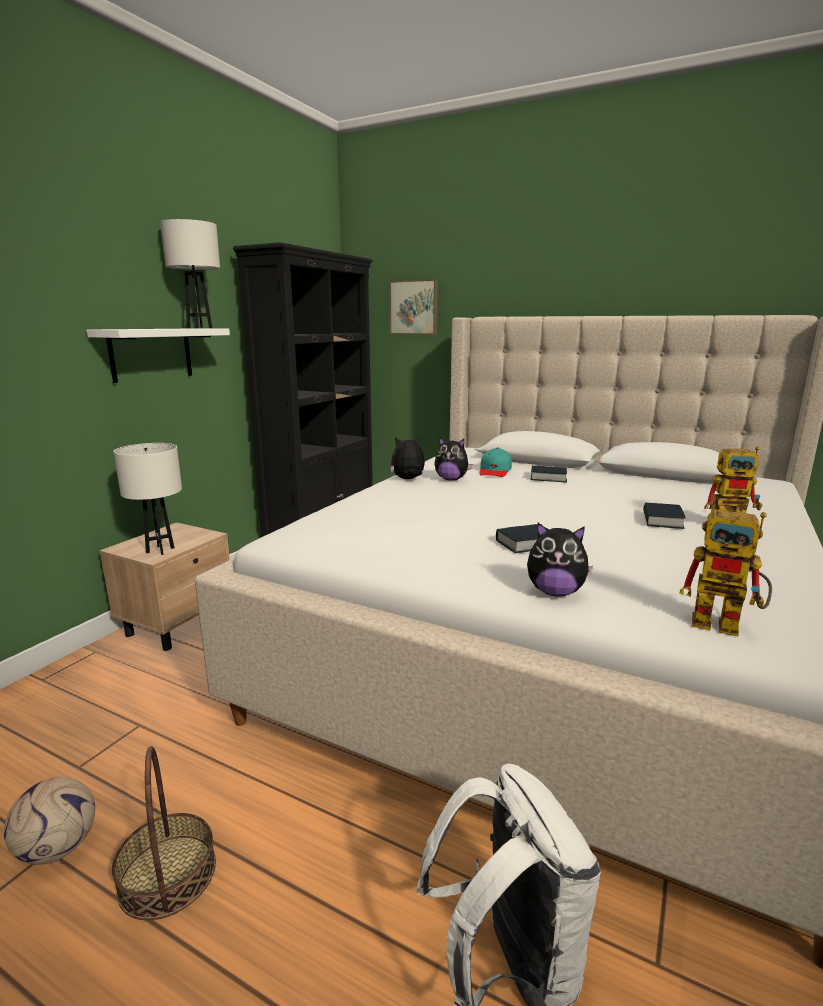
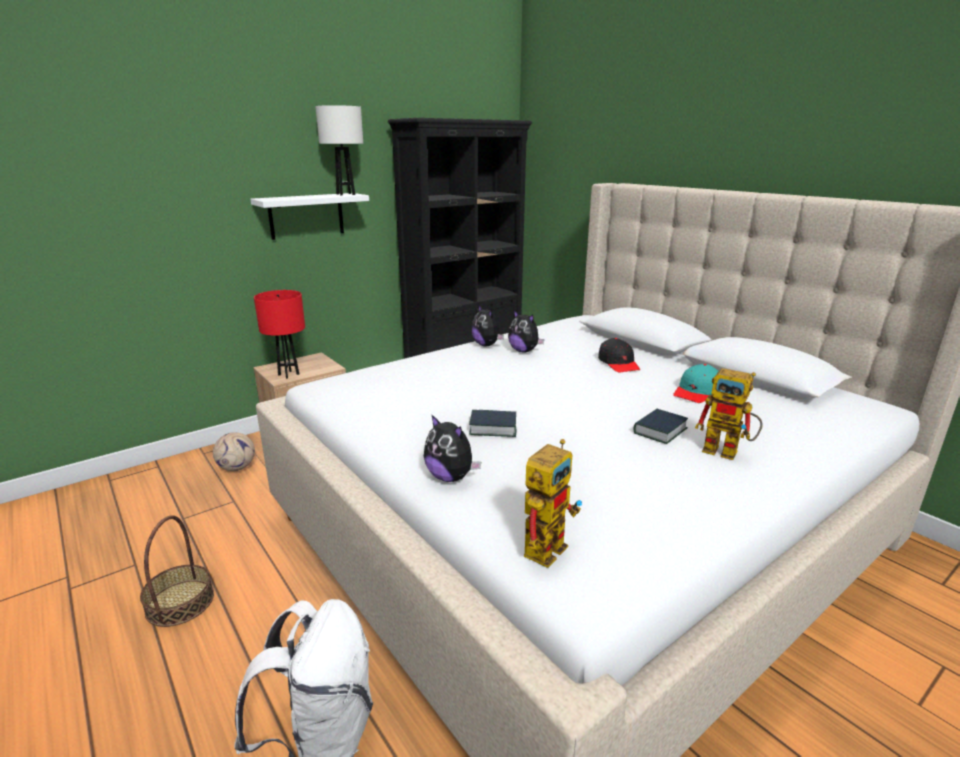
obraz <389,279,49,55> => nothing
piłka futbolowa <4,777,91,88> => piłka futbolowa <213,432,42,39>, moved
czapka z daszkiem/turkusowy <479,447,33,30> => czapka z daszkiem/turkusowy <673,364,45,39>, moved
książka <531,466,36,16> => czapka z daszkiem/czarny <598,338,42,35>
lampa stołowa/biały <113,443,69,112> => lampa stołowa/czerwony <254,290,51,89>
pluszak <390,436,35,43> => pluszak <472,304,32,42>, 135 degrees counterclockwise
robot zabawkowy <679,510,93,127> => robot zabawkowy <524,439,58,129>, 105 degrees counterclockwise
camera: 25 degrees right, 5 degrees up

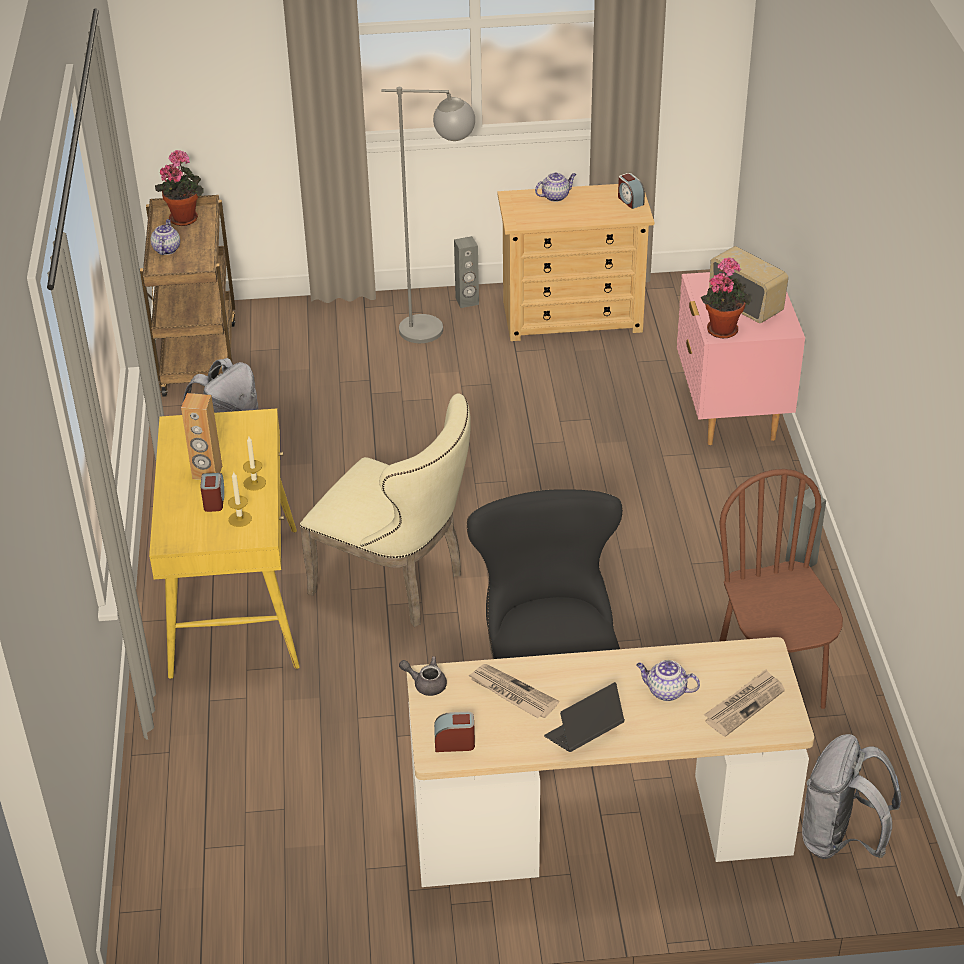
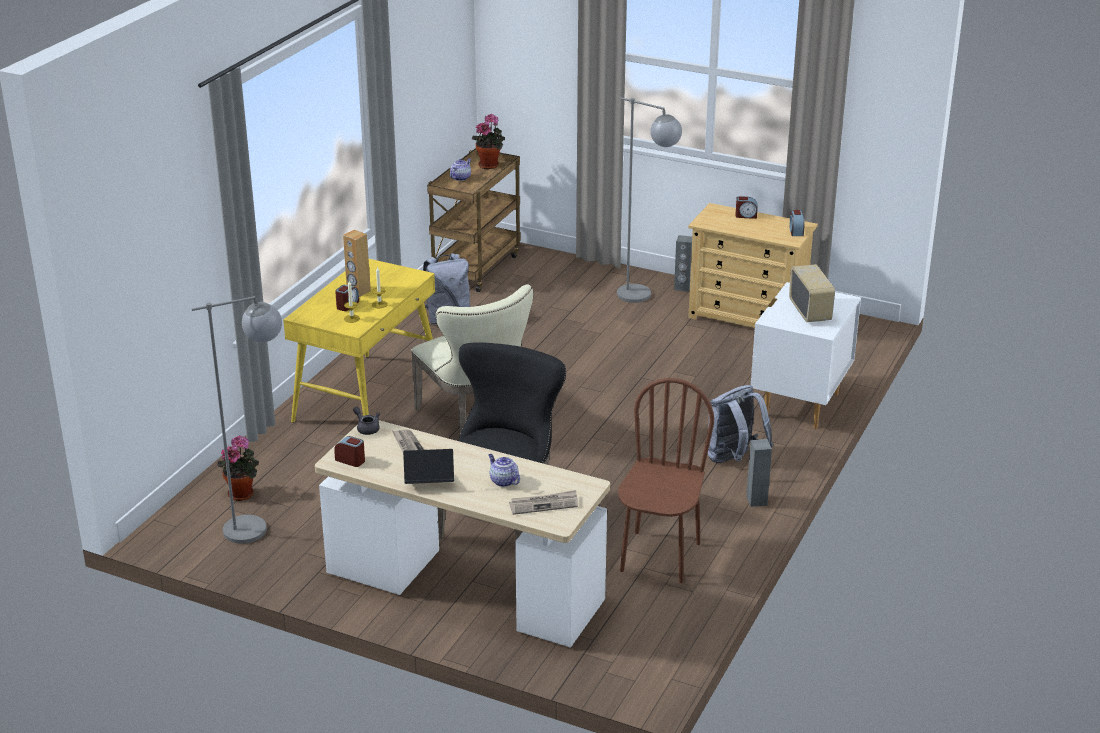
nothing => lampa stojąca/szary <192,296,90,248>
roślina doniczkowa <701,258,50,80> => roślina doniczkowa <217,435,42,66>, moved
plecak/szary <802,734,99,125> => plecak/szary <707,385,67,78>, moved
imbryk <535,173,41,29> => budzik <735,196,22,23>
szafka nocna/różowy <677,272,128,173> => szafka nocna/biały <751,282,110,147>
camera: 30 degrees right, 10 degrees down

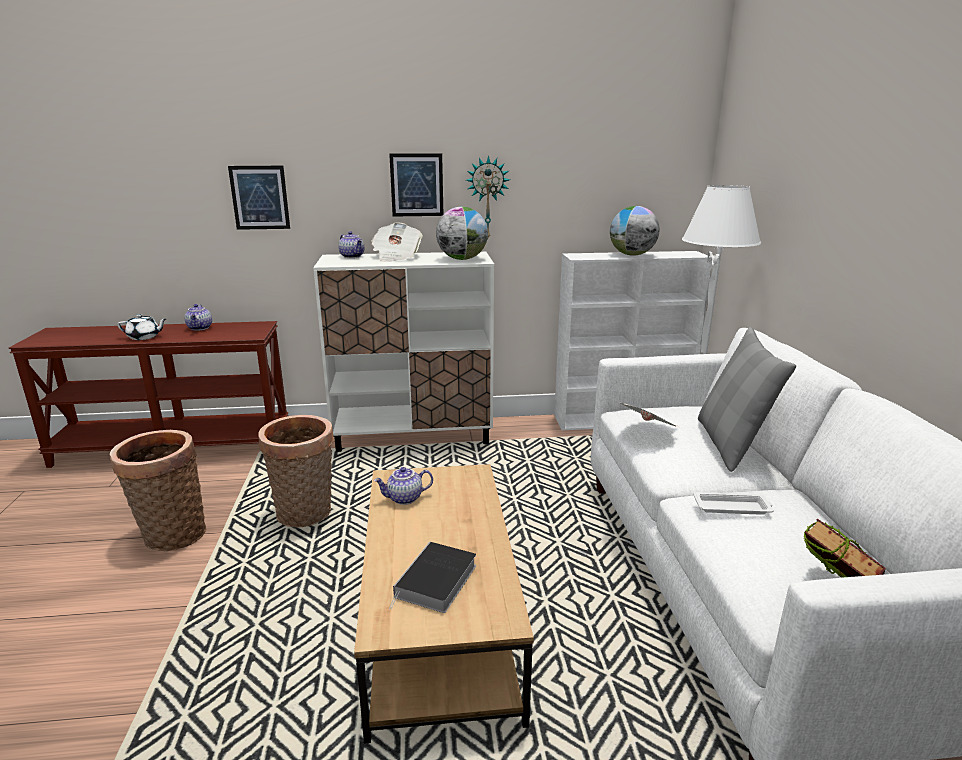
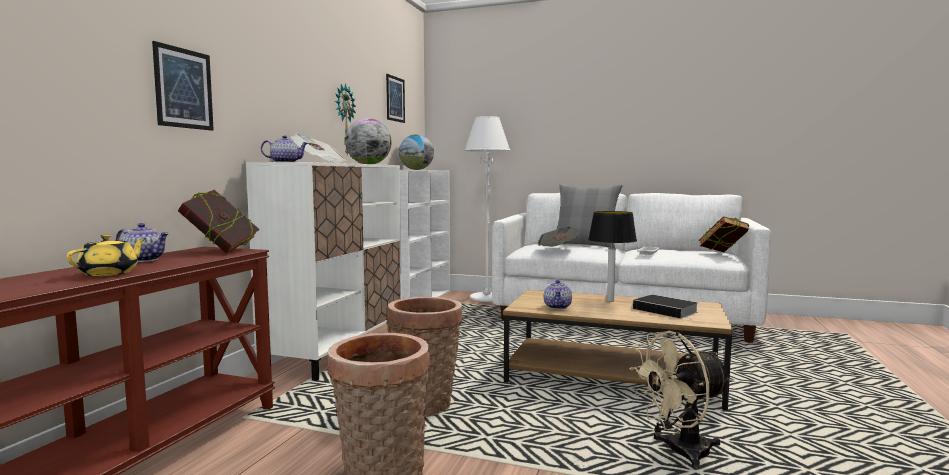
nothing => książka <178,190,82,64>
nothing => lampa stołowa <588,211,49,91>
nothing => wentylator/beżowy <629,331,103,137>
obraz <389,153,54,64> => obraz <386,74,19,49>, moved
imbryk/biały <117,314,49,26> => imbryk/żółty <66,234,80,42>
camera: 65 degrees left, 15 degrees down

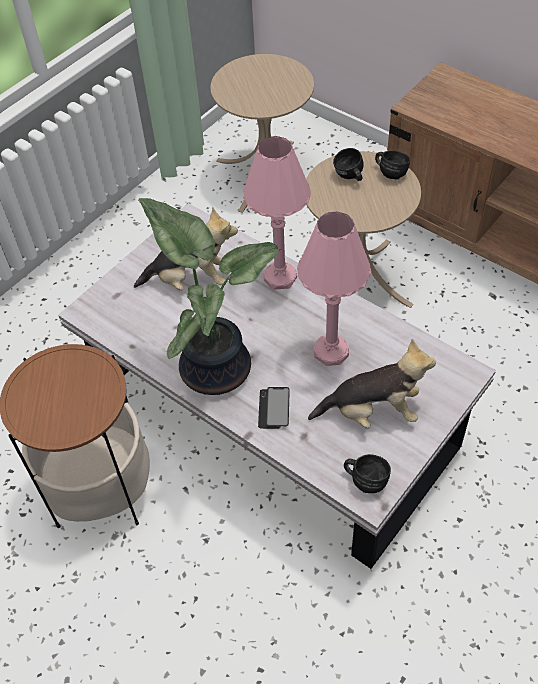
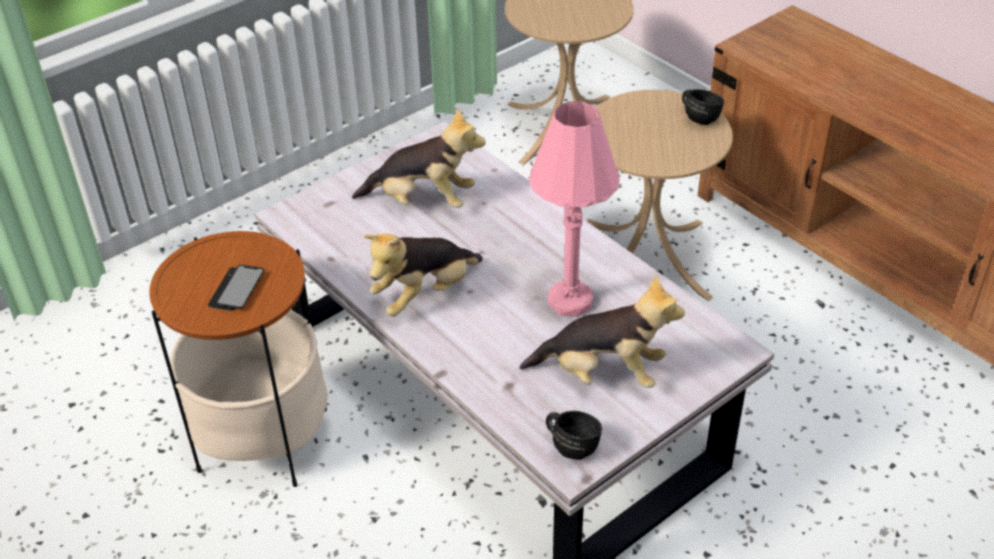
lampa stołowa/różowy <243,136,68,154> => nothing
kubek/czarny <333,148,31,33> => nothing
telefon <258,387,32,42> => telefon <208,265,57,46>, moved
roślina doniczkowa <138,198,143,197> => pluszak <364,233,119,83>
camera: 10 degrees right, 10 degrees down

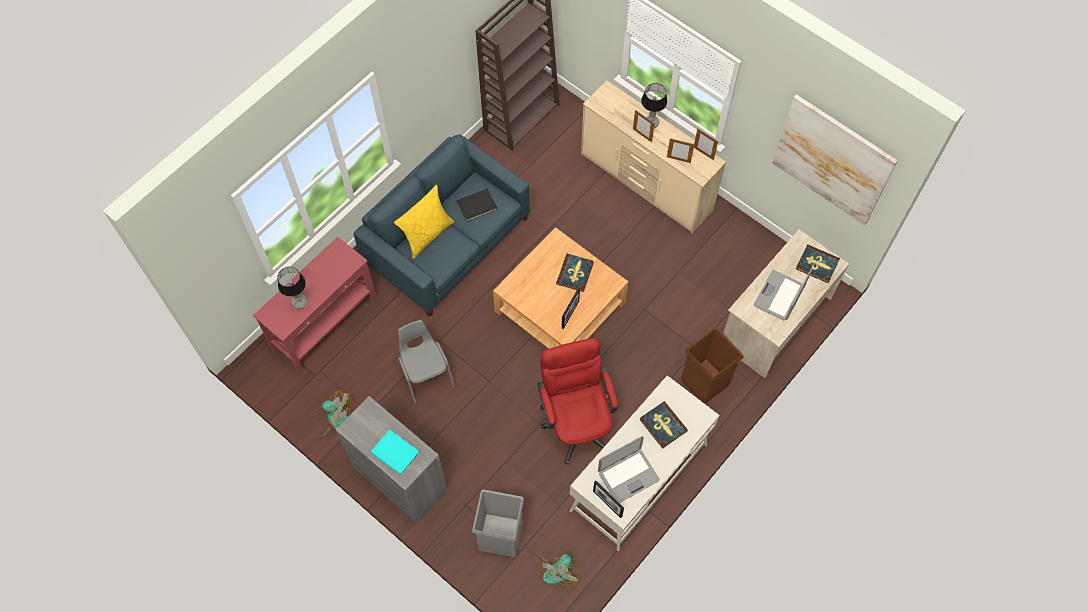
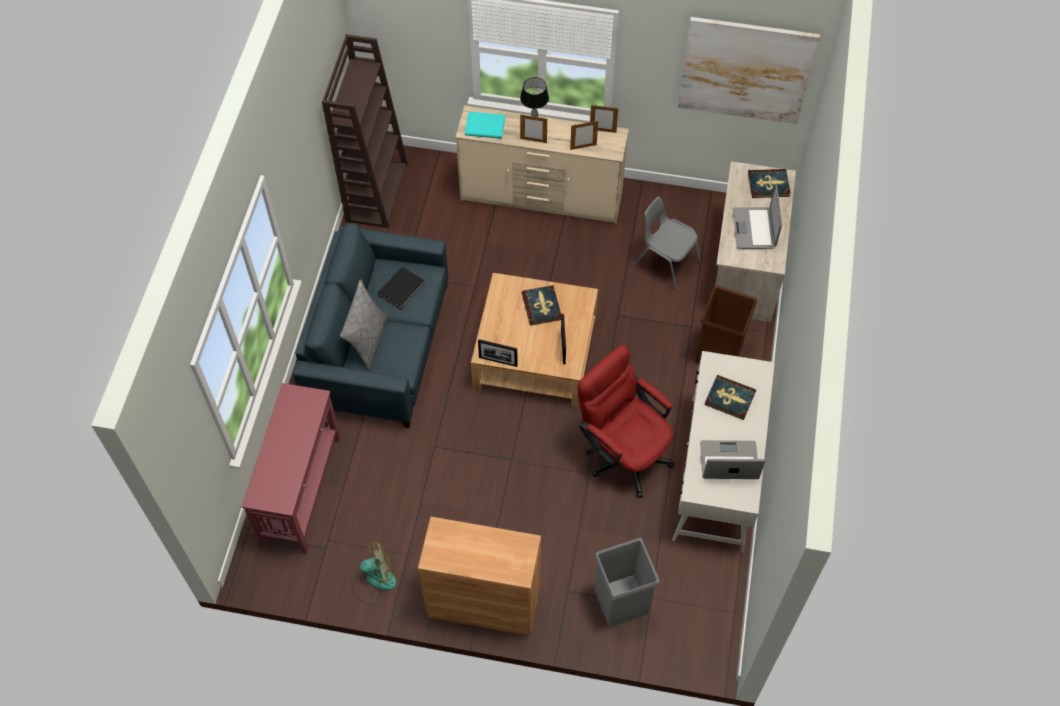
lampa stołowa <277,267,31,42> => nothing
wentylator <541,547,38,38> => nothing
książka/turkusowy <371,429,49,46> => książka/turkusowy <465,112,40,27>, moved
krzesło/szary <398,320,57,84> => krzesło/szary <634,196,67,95>, moved
ramka na zdjęcie <593,481,31,37> => ramka na zdjęcie <478,339,40,28>, moved
szafka/szary <336,396,112,127> => szafka/brązowy <418,517,123,119>
poduszka/żółty <394,185,60,74> => poduszka/szary <340,279,48,92>
laptop <598,436,62,67> => laptop <700,440,65,39>, 120 degrees counterclockwise
camera: 30 degrees left, 5 degrees down

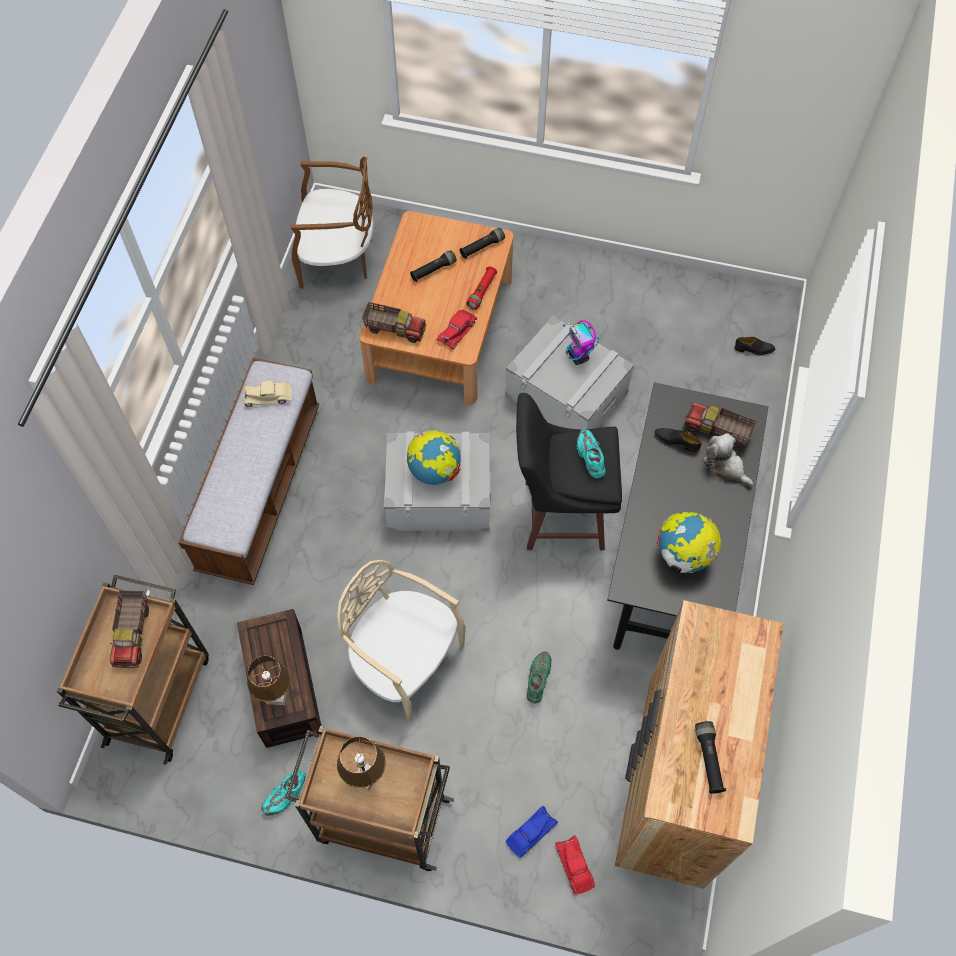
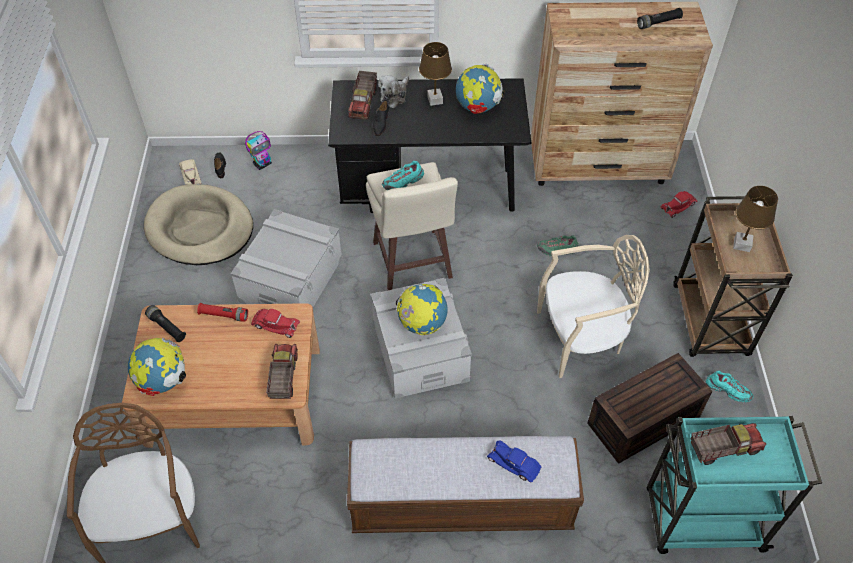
latarka/czarny <410,250,47,32> => nothing
nothing => globus <128,338,58,58>
nothing => legowisko/beżowy <144,184,109,81>
samochodzik/beżowy <243,381,49,26> => samochodzik/beżowy <179,159,23,26>, moved
lampa stołowa/brązowy <247,656,43,49> => lampa stołowa/brązowy <419,42,33,64>, moved
samochodzik/niebieski <506,806,52,52> => samochodzik/niebieski <487,440,55,42>, moved
robot zabawkowy <563,320,36,45> => robot zabawkowy <245,131,27,39>, moved
wózek/brązowy <56,575,153,189> => wózek/turkusowy <647,416,175,138>
stołek/czarny <516,393,106,157> => stołek/beżowy <366,162,92,128>
krzesło/beżowy <337,560,129,161> => krzesło/beżowy <537,235,113,143>, 120 degrees counterclockwise
camera: 105 degrees left, 10 degrees down

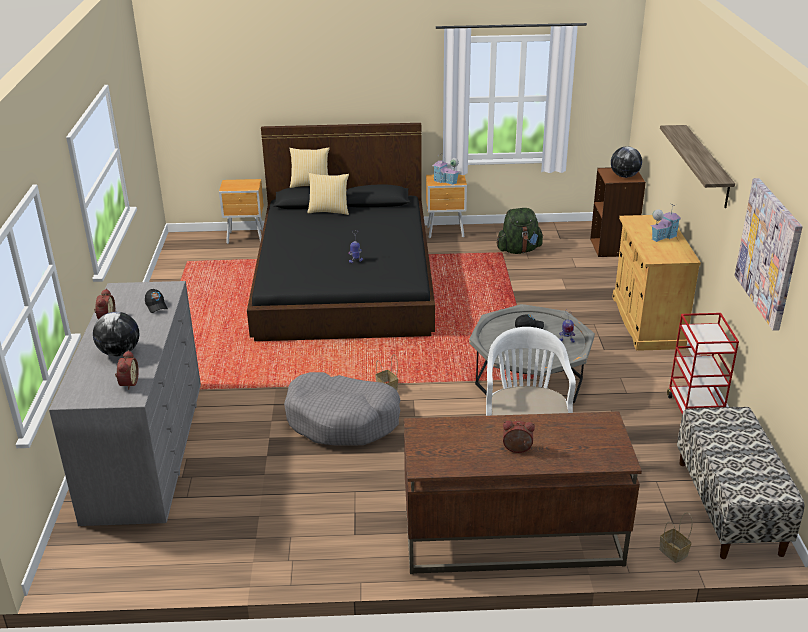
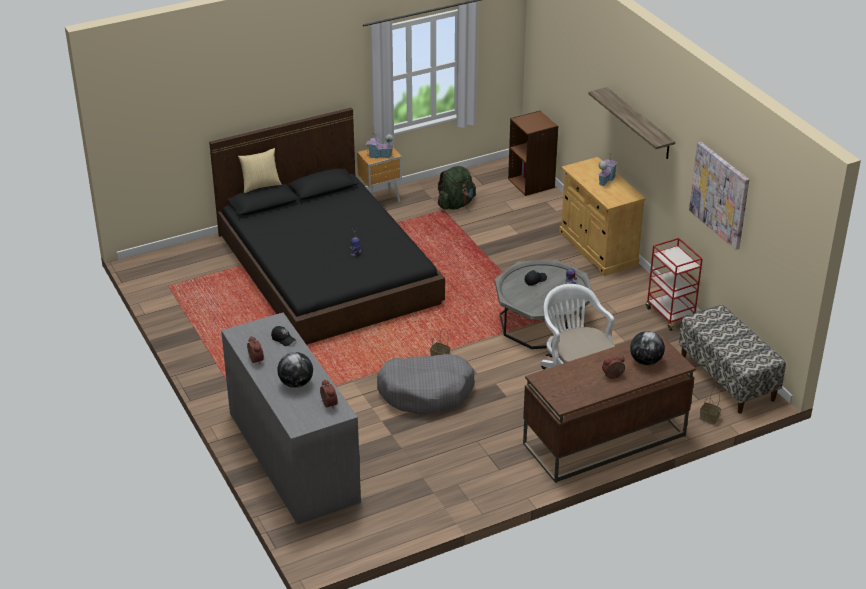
szafka nocna/brązowy <219,179,45,65> => nothing
poduszka <307,173,42,42> => nothing
globus <611,146,31,32> => globus <630,331,35,34>, moved
camera: 25 degrees left, 5 degrees up

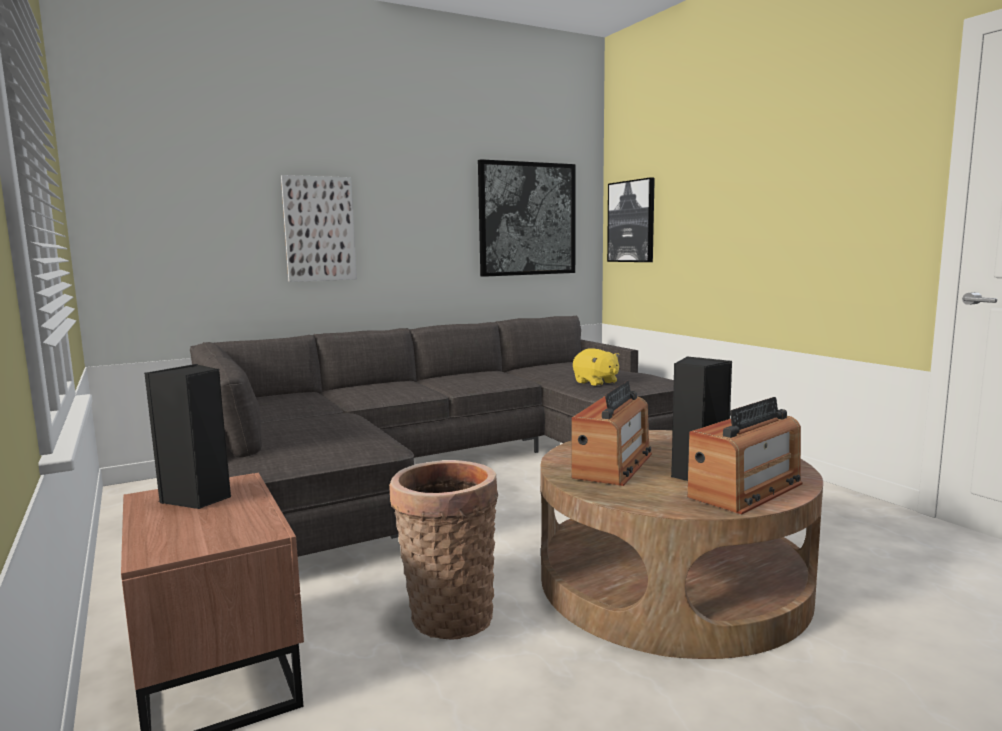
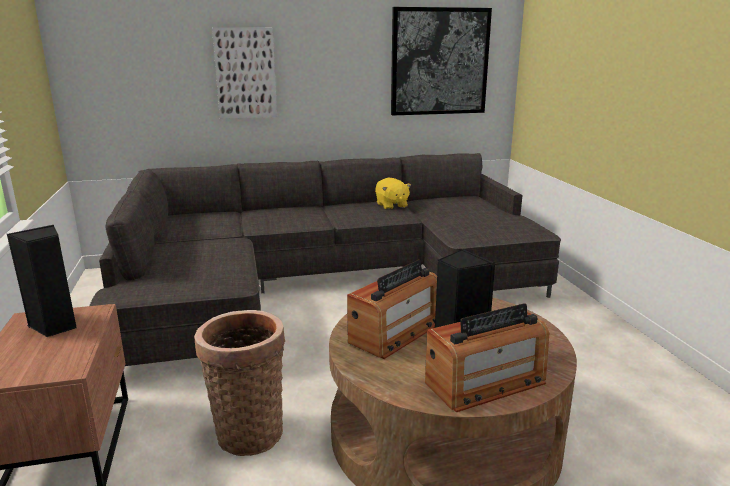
obraz <607,177,48,85> => nothing
pluszak/żółty <573,348,47,38> => pluszak/żółty <375,178,36,32>, moved
camera: 15 degrees right, 10 degrees up

